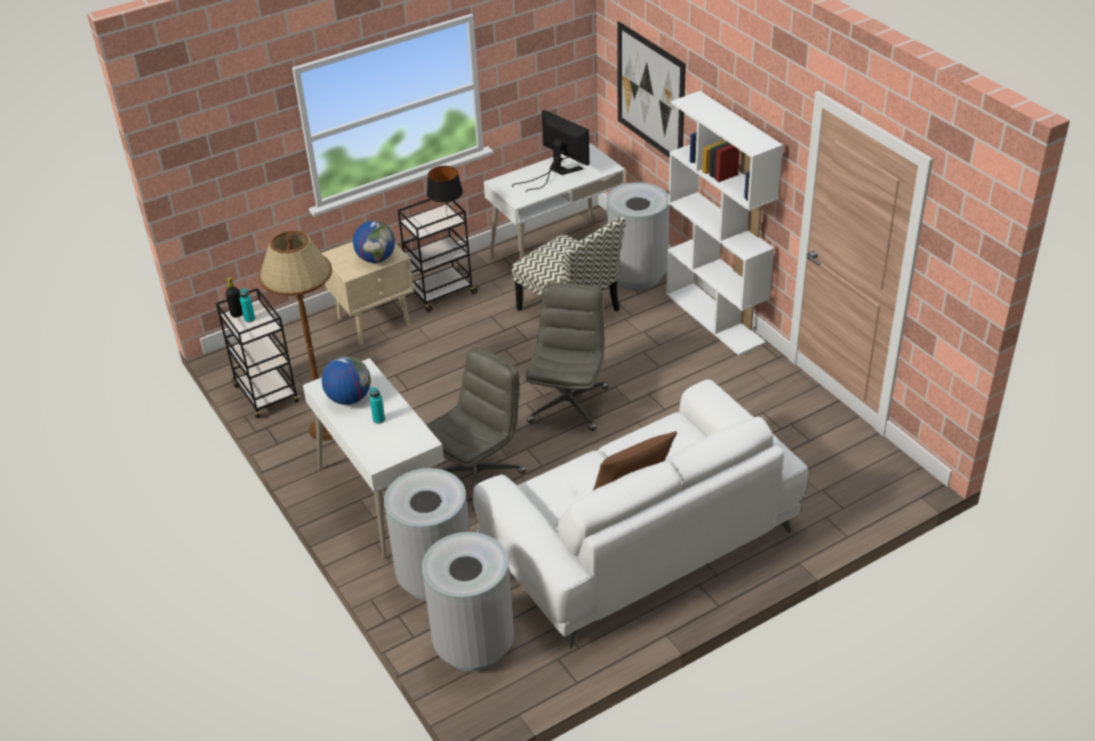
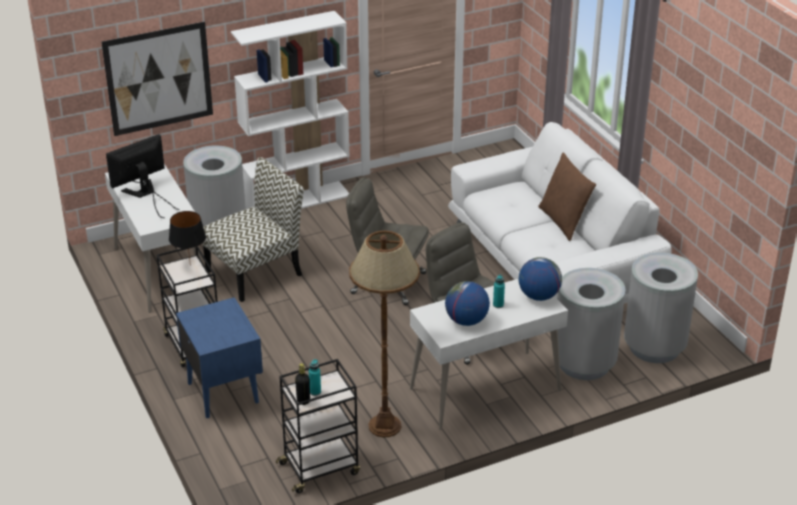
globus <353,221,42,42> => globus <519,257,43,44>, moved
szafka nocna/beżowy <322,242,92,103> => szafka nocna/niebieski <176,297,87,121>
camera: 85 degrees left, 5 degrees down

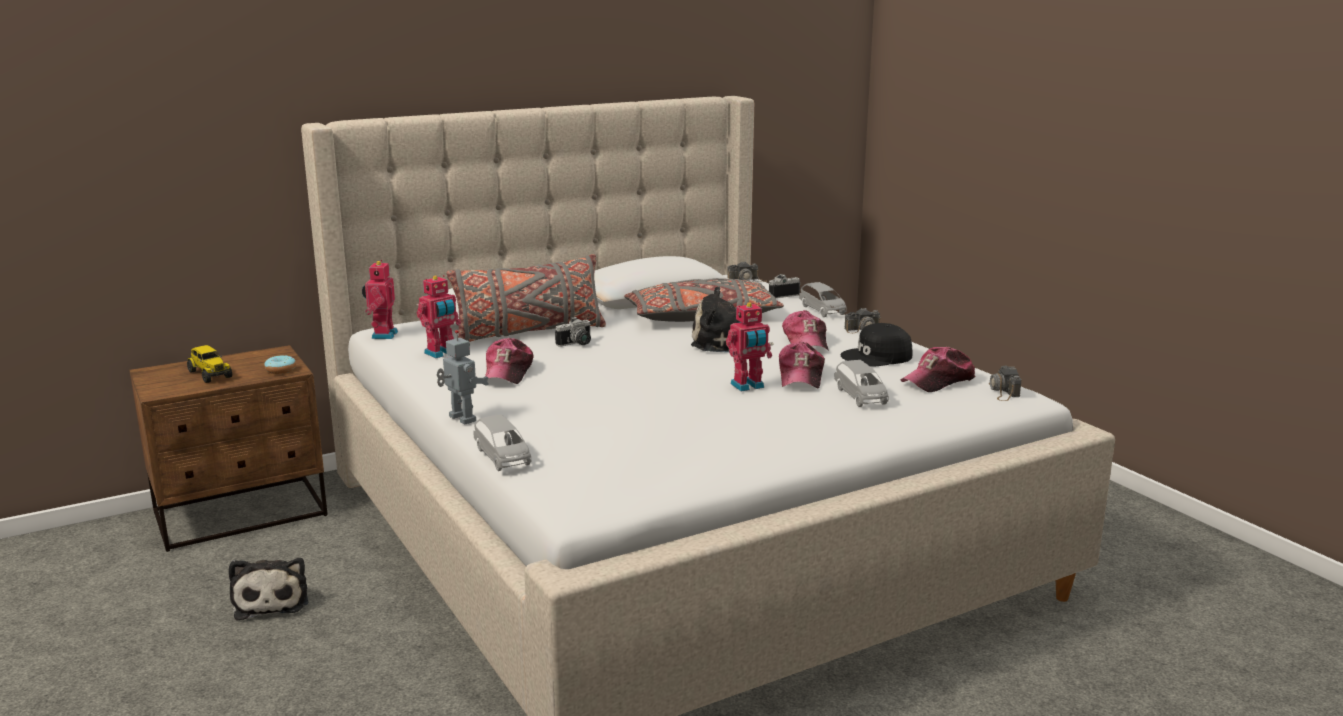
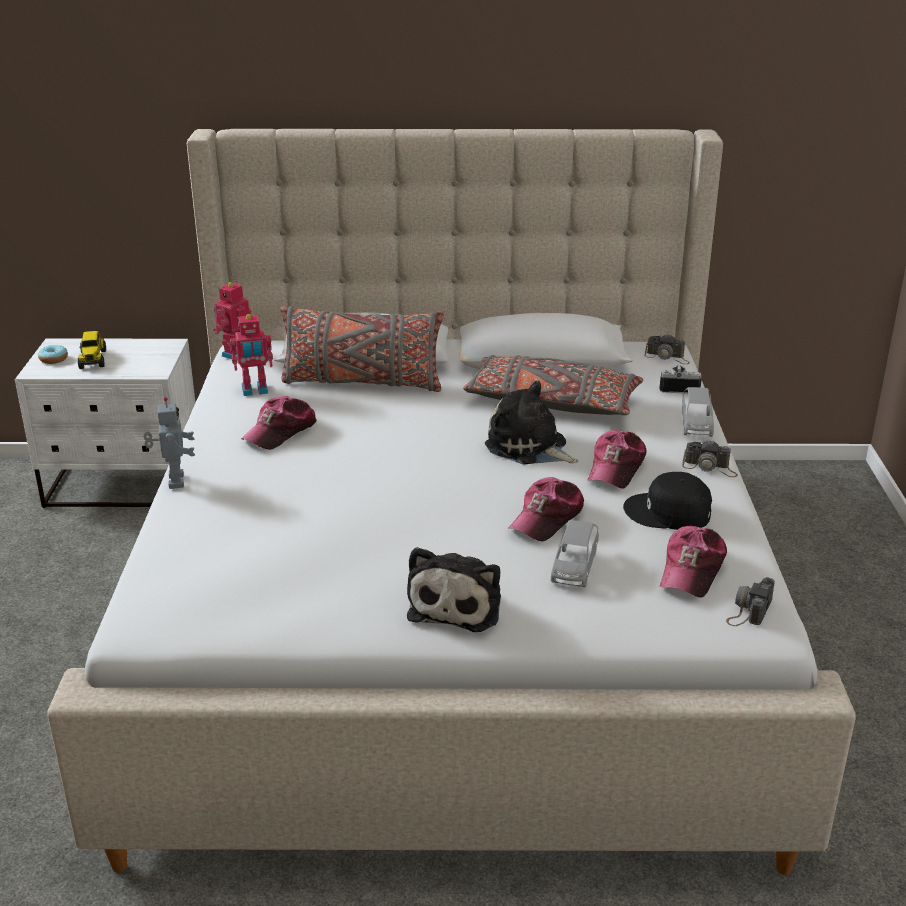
samochodzik/szary <473,414,58,57> => nothing
aparat fotograficzny <555,317,36,30> => nothing
robot zabawkowy <726,302,46,89> => nothing
pluszak <228,558,80,63> => pluszak <407,547,94,85>, moved
donut <264,355,32,19> => donut <38,345,30,19>, moved
szafka nocna/brązowy <129,345,199,207> => szafka nocna/biały <15,338,181,170>
czapka z daszkiem <901,347,74,45> => czapka z daszkiem <660,526,67,71>, 60 degrees counterclockwise
camera: 30 degrees right, 10 degrees up

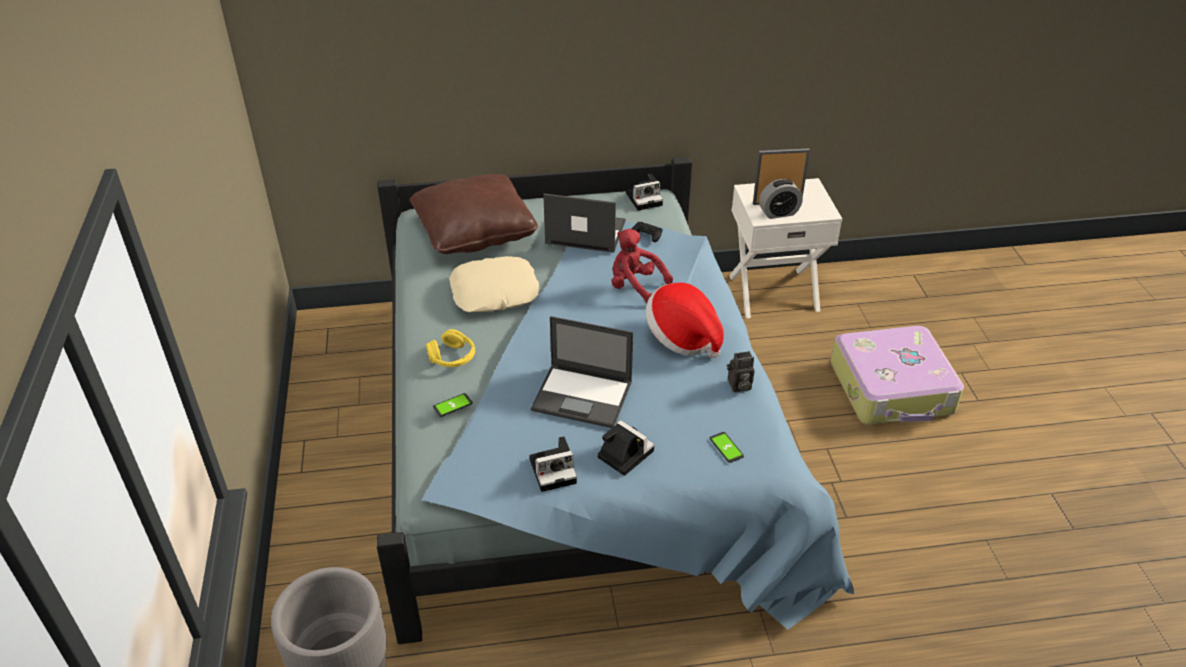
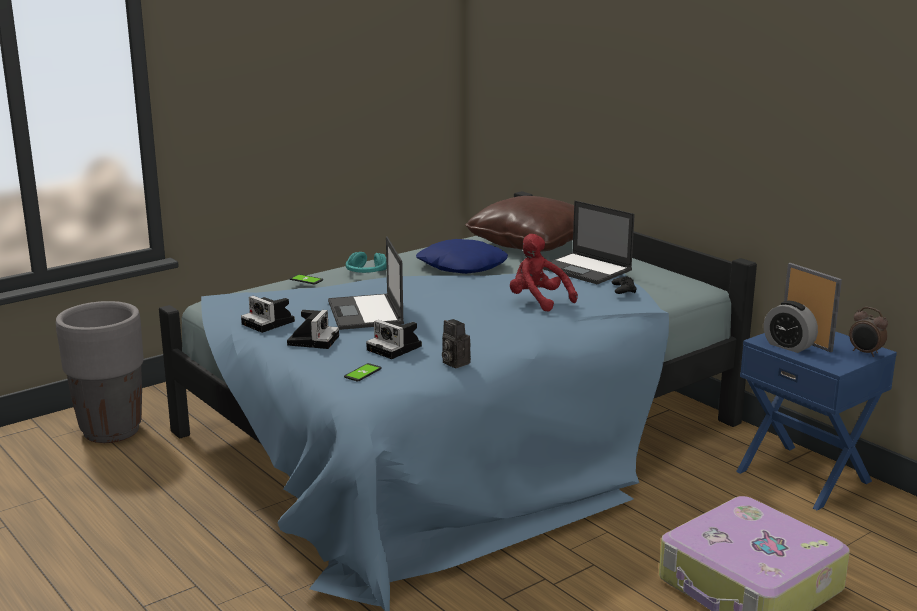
kapelusz <646,283,78,75> => nothing
nothing => budzik <849,307,39,50>
aparat fotograficzny <626,174,37,37> => aparat fotograficzny <366,320,56,39>, moved
słuchawki/żółty <426,329,49,38> => słuchawki/turkusowy <346,252,41,21>
poduszka/beżowy <449,256,90,56> => poduszka/niebieski <416,239,92,35>
szafka nocna/biały <729,178,113,140> => szafka nocna/niebieski <736,331,161,180>
laptop <543,193,83,60> => laptop <543,201,92,83>, 150 degrees clockwise
pluszak/czerwony <611,229,62,74> => pluszak/czerwony <510,234,68,78>, 45 degrees counterclockwise
camera: 60 degrees right, 20 degrees down

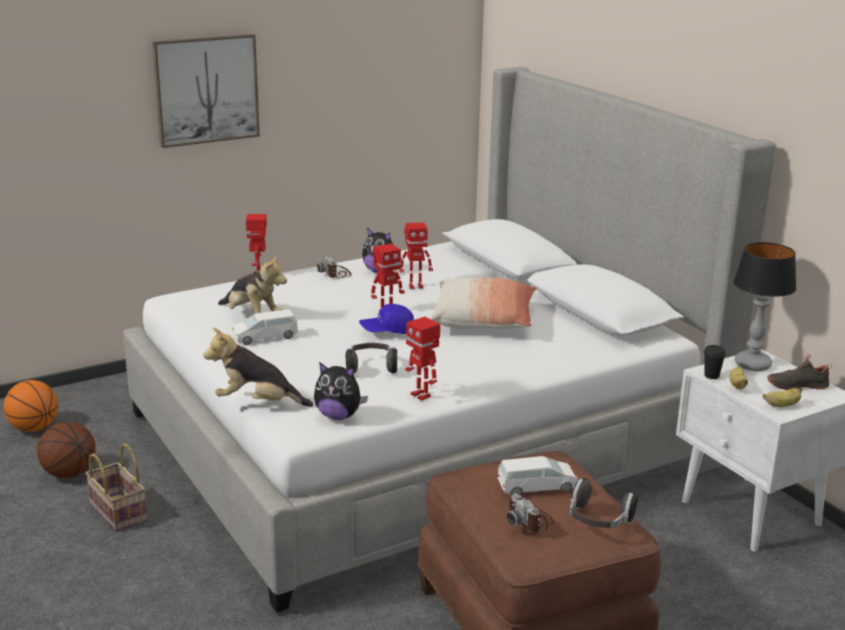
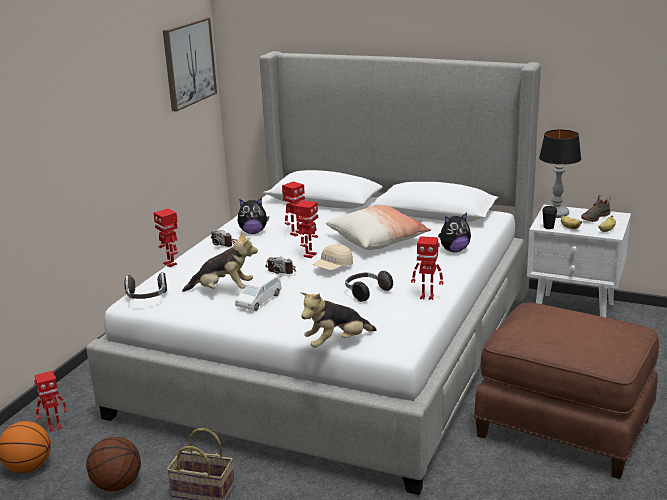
samochodzik/biały <498,456,80,40> => nothing
nothing => robot zabawkowy <34,371,35,61>
obraz <152,34,108,114> => obraz <163,18,54,94>, moved
pluszak <314,362,54,58> => pluszak <438,213,33,39>, moved
aparat fotograficzny <507,493,48,39> => aparat fotograficzny <265,257,31,17>, moved
słuchawki <570,478,68,50> => słuchawki <125,272,42,27>, moved
czapka z daszkiem/niebieski <359,304,55,30> => czapka z daszkiem/beżowy <313,244,40,26>
camera: 35 degrees left, 0 degrees up

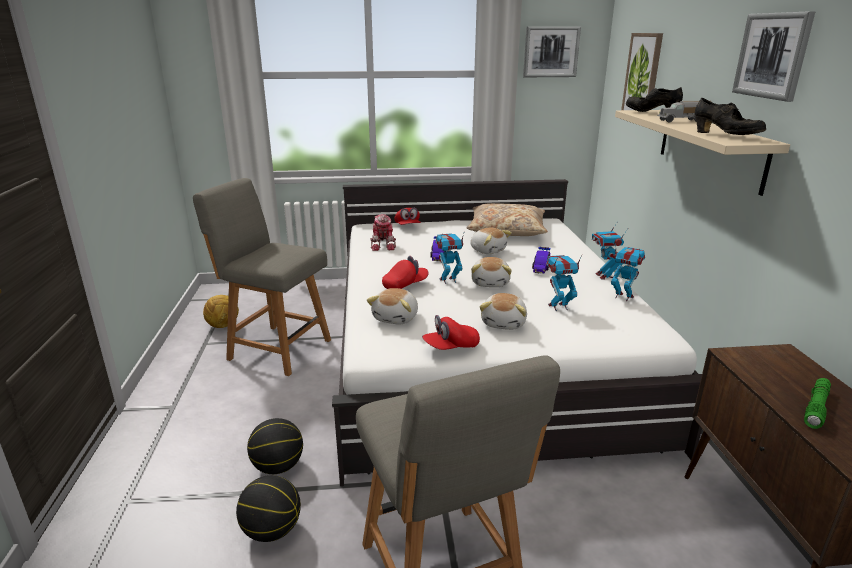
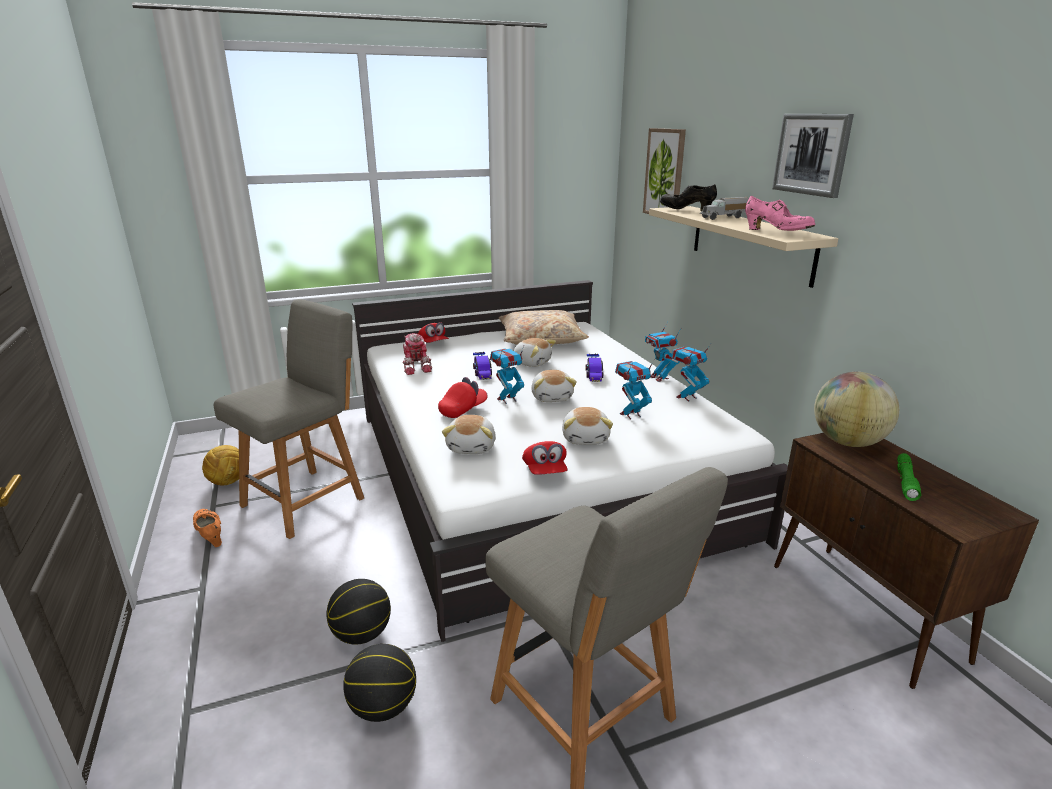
obraz <523,26,58,51> => nothing
nothing => but/pomarańczowy <193,509,29,38>
nothing => globus <814,372,85,75>
but/czarny <695,98,71,37> => but/różowy <745,196,70,35>
krzesło/szary <193,178,138,198> => krzesło/szary <214,299,150,240>, 120 degrees clockwise
czapka z daszkiem/czerwony <422,315,58,35> => czapka z daszkiem/czerwony <522,441,45,34>, 60 degrees counterclockwise
robot zabawkowy <611,243,34,58> => robot zabawkowy <672,344,39,57>, 60 degrees counterclockwise
camera: 15 degrees left, 0 degrees up

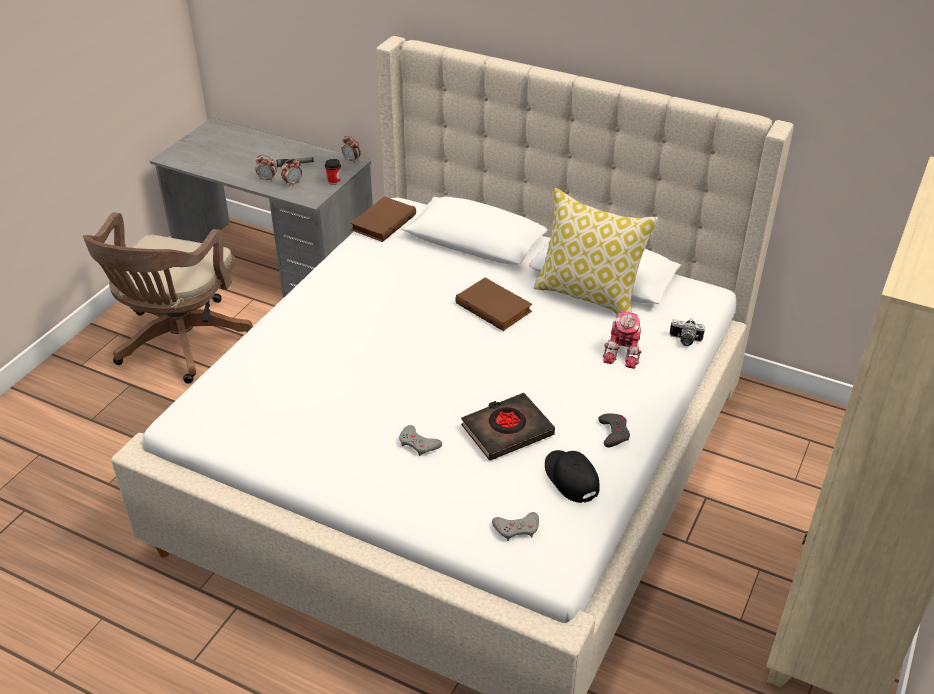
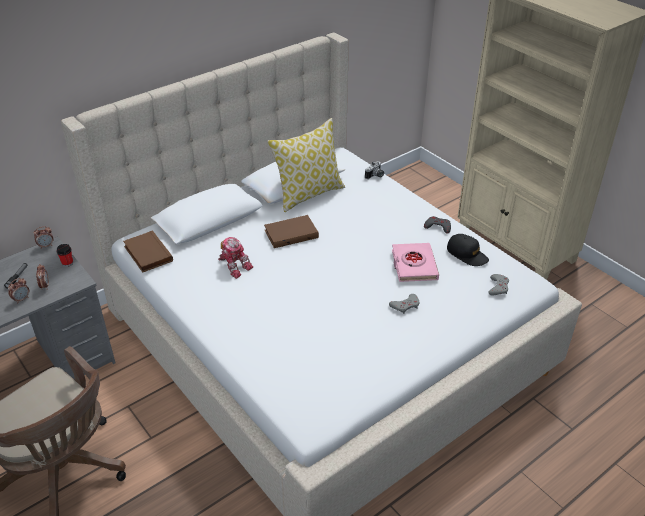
robot zabawkowy <603,312,39,57> => robot zabawkowy <218,237,35,42>, moved
książka/czarny <461,393,94,68> => książka/różowy <392,243,47,39>
czapka z daszkiem/czarny <545,450,55,53> => czapka z daszkiem/czarny <447,234,42,32>, 135 degrees counterclockwise
camera: 65 degrees left, 0 degrees up

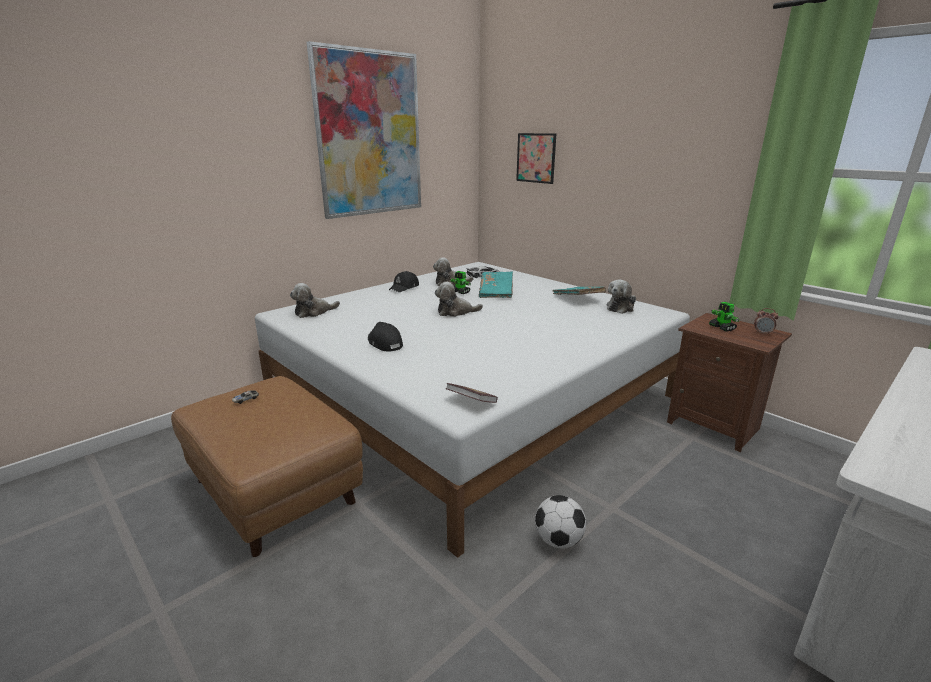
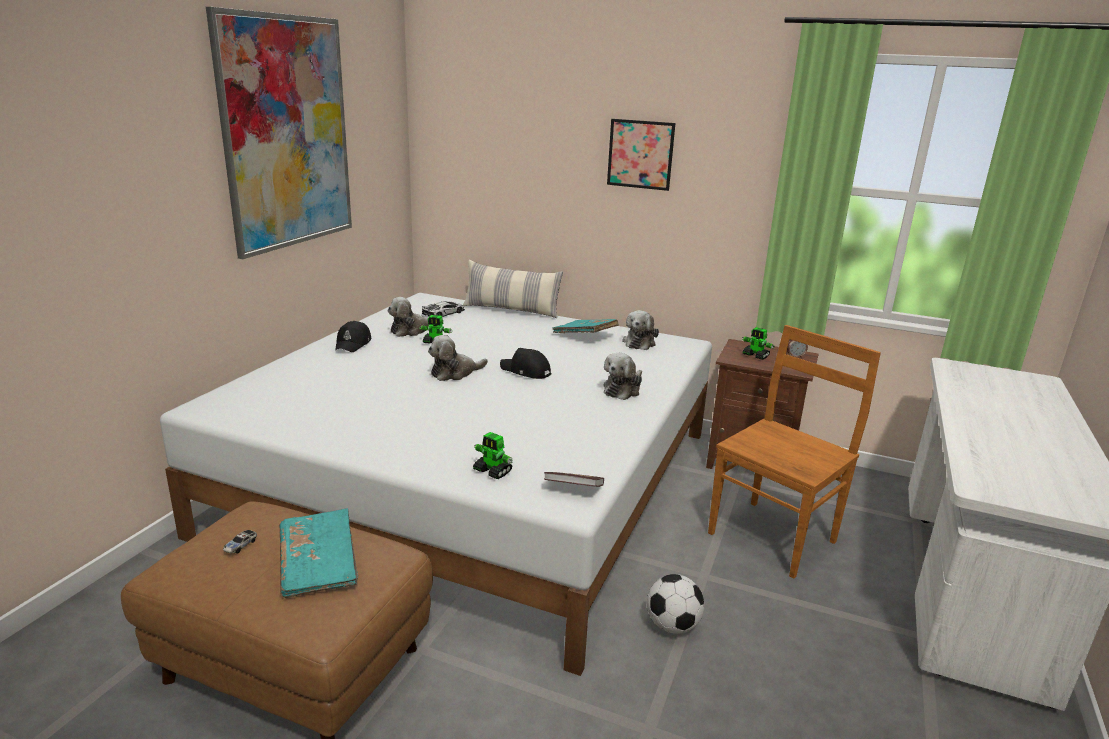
nothing => poduszka <463,260,100,58>
nothing => robot zabawkowy <473,432,40,47>
nothing => krzesło/brązowy <708,325,173,253>
pluszak <290,283,50,35> => pluszak <603,353,39,47>, moved
czapka z daszkiem/czarny <368,322,35,30> => czapka z daszkiem/czarny <500,348,51,31>, moved
książka/turkusowy <479,272,34,26> => książka/turkusowy <279,508,79,90>, moved
obraz <516,133,40,51> => obraz <607,119,68,72>, moved
camera: 25 degrees left, 0 degrees up

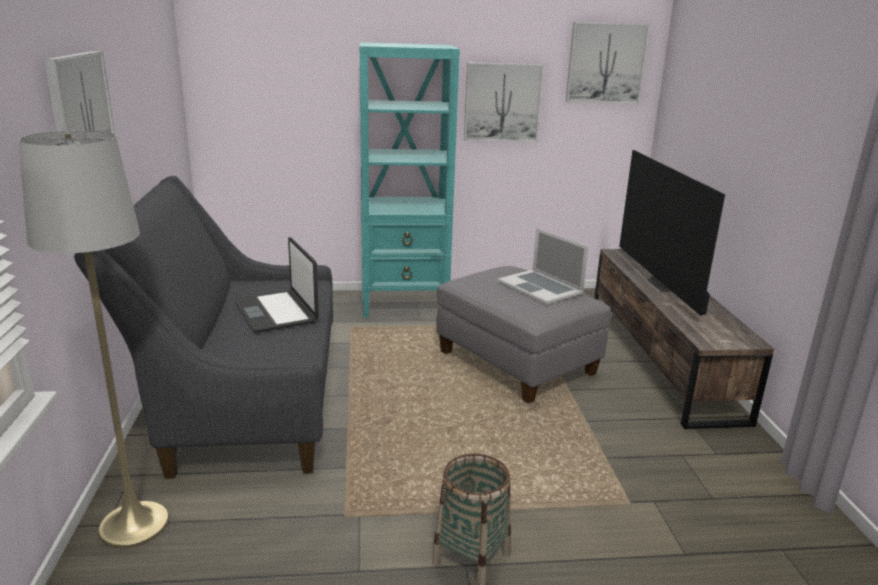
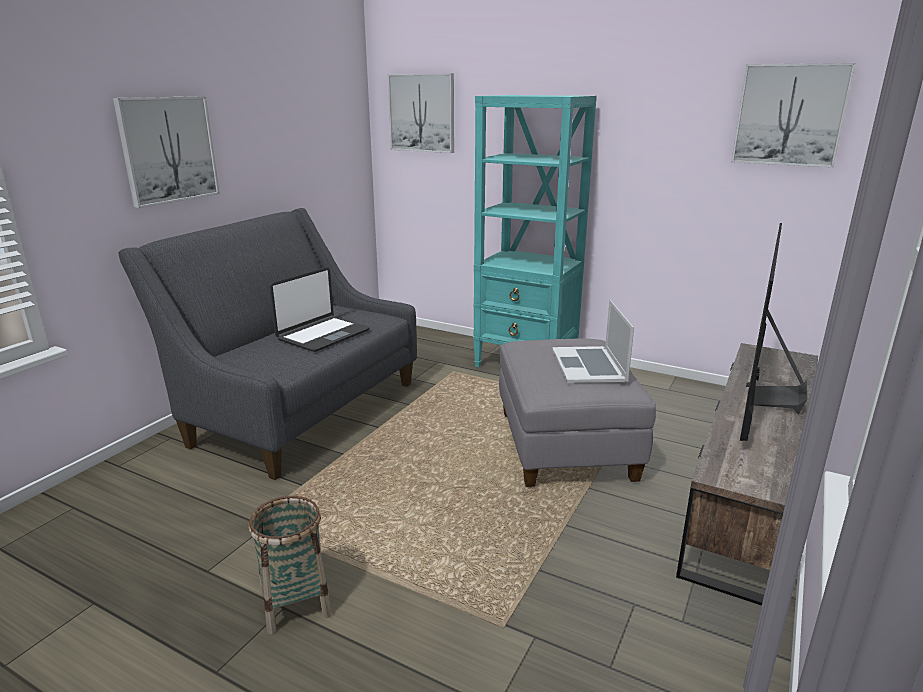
lampa stojąca/szary <18,130,151,418> => nothing
obraz <464,62,80,80> => obraz <388,74,66,79>, moved
laptop <234,237,85,96> => laptop <269,267,101,85>, 150 degrees counterclockwise
camera: 35 degrees right, 0 degrees up

